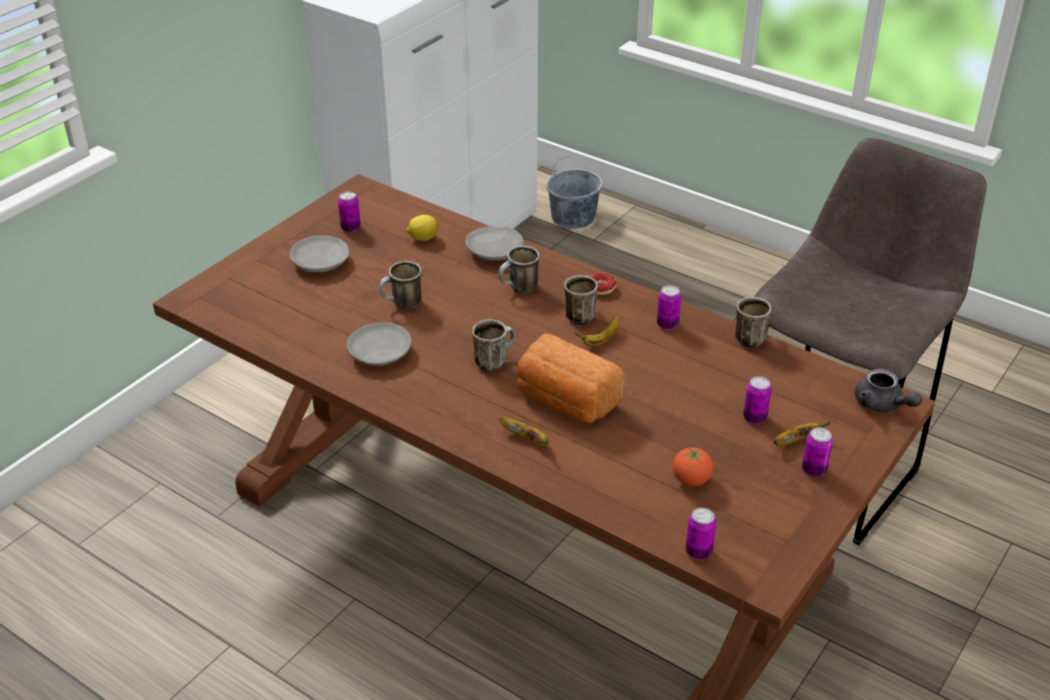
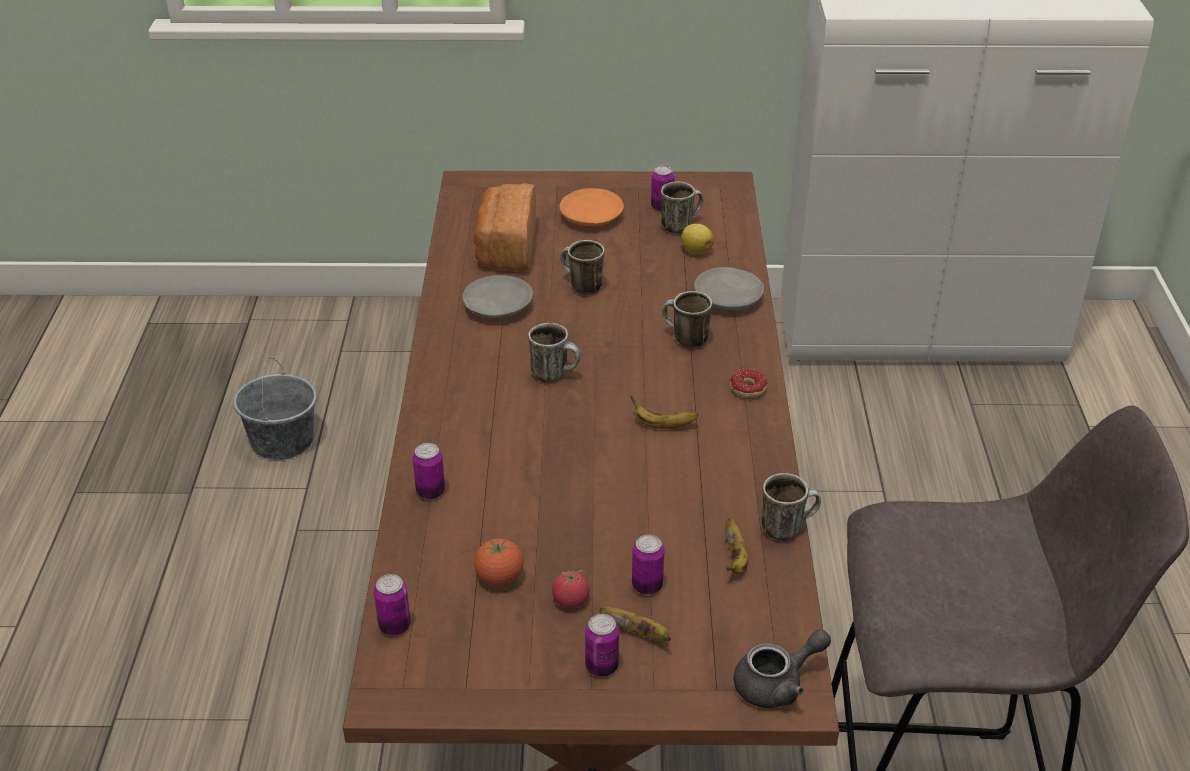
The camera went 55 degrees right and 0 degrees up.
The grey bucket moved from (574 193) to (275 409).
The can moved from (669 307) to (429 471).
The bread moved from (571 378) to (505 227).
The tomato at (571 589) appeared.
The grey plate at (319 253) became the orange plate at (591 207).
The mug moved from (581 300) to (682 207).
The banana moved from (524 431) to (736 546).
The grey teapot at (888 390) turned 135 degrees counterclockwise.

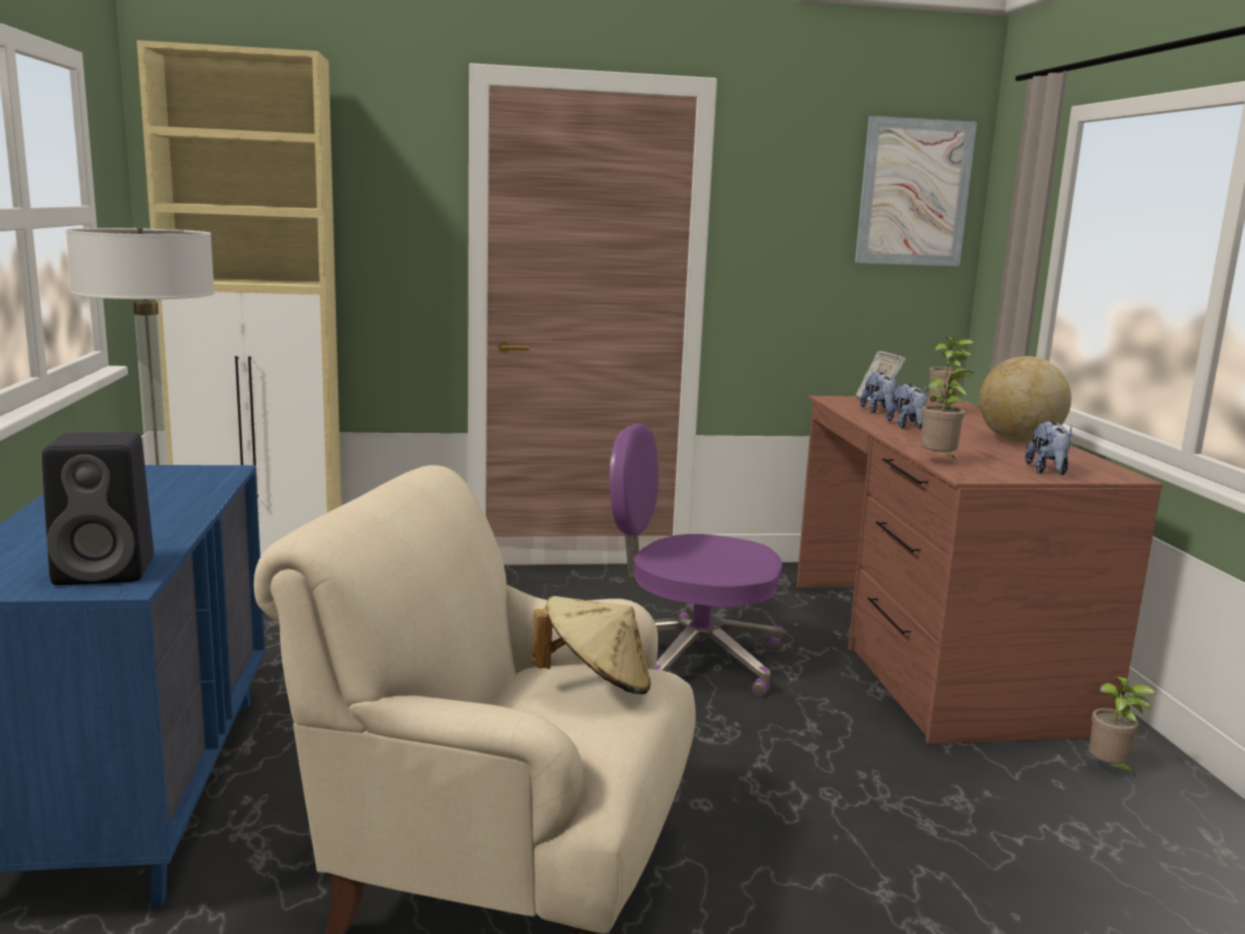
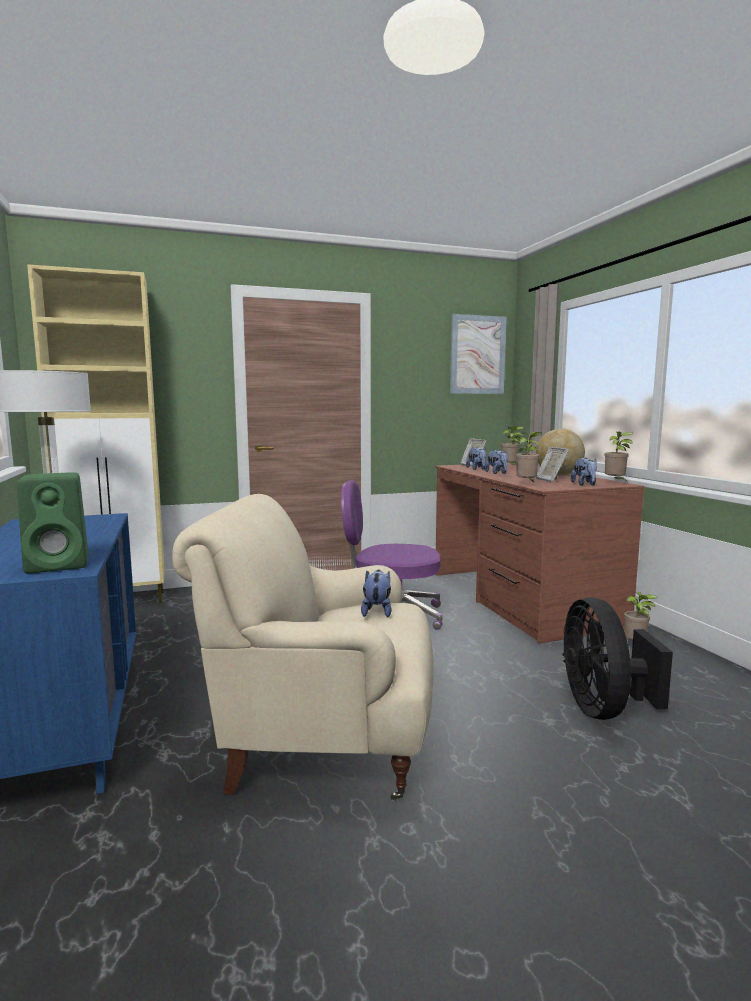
The camera went 10 degrees left and 5 degrees down.
The black speaker at (98 508) became the green speaker at (52 523).
The beige hat at (591 645) was replaced by the plush toy at (376 593).
The picture frame at (552 464) appeared.
The black fan at (617 658) appeared.
The potted plant at (619 457) appeared.

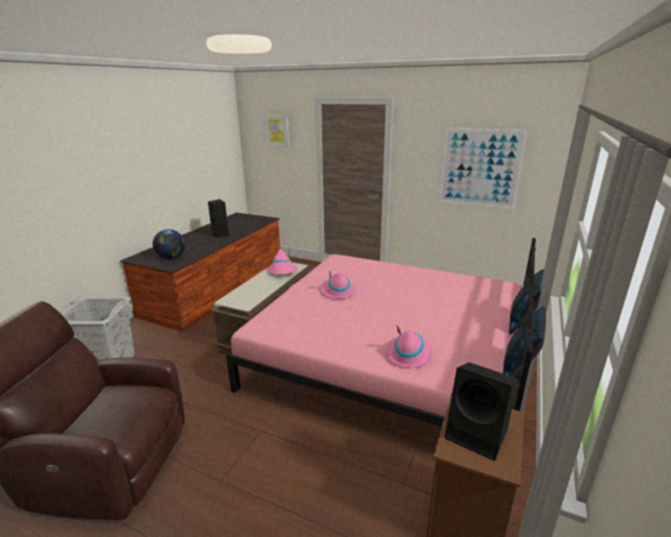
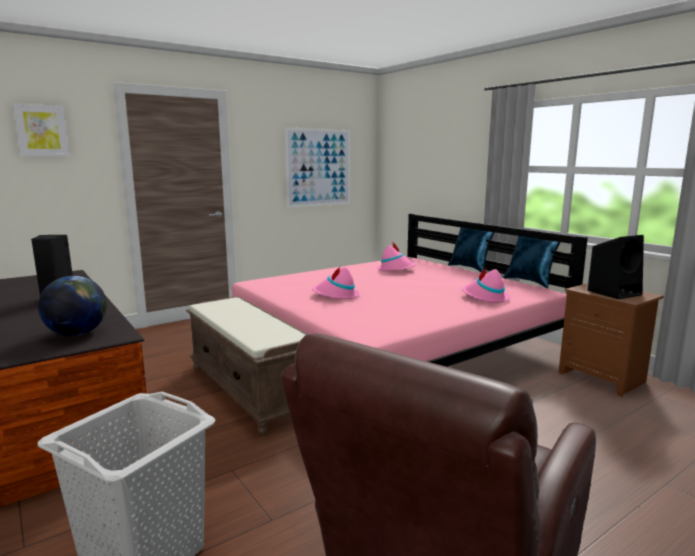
The camera went 60 degrees left and 10 degrees down.
The pink hat moved from (282 261) to (396 256).

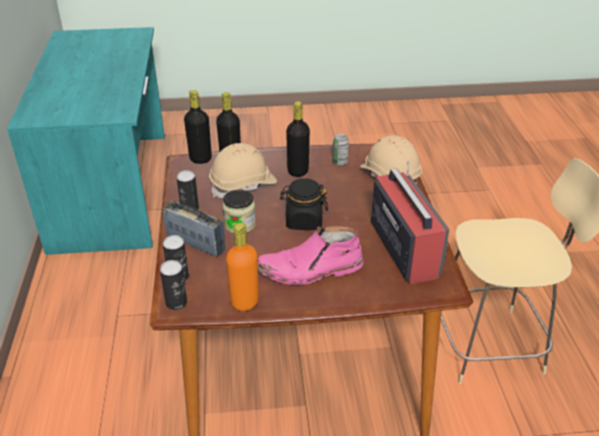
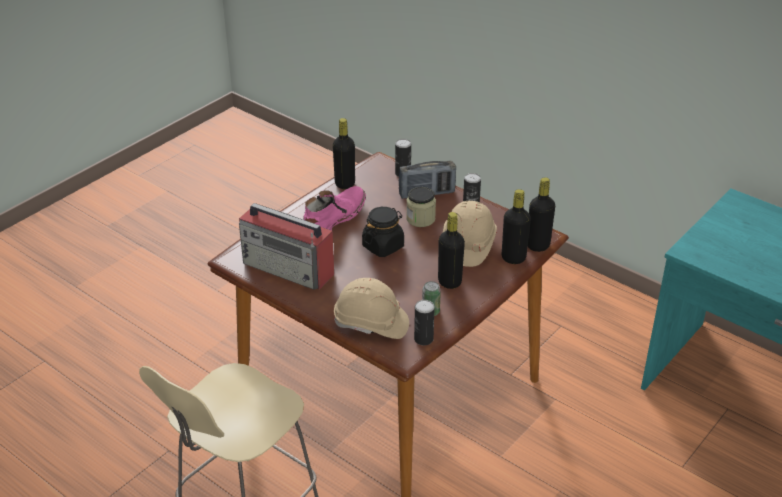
The camera went 135 degrees right and 0 degrees up.
The orange bottle at (242 267) became the black bottle at (344 153).
The can moved from (173 285) to (424 322).

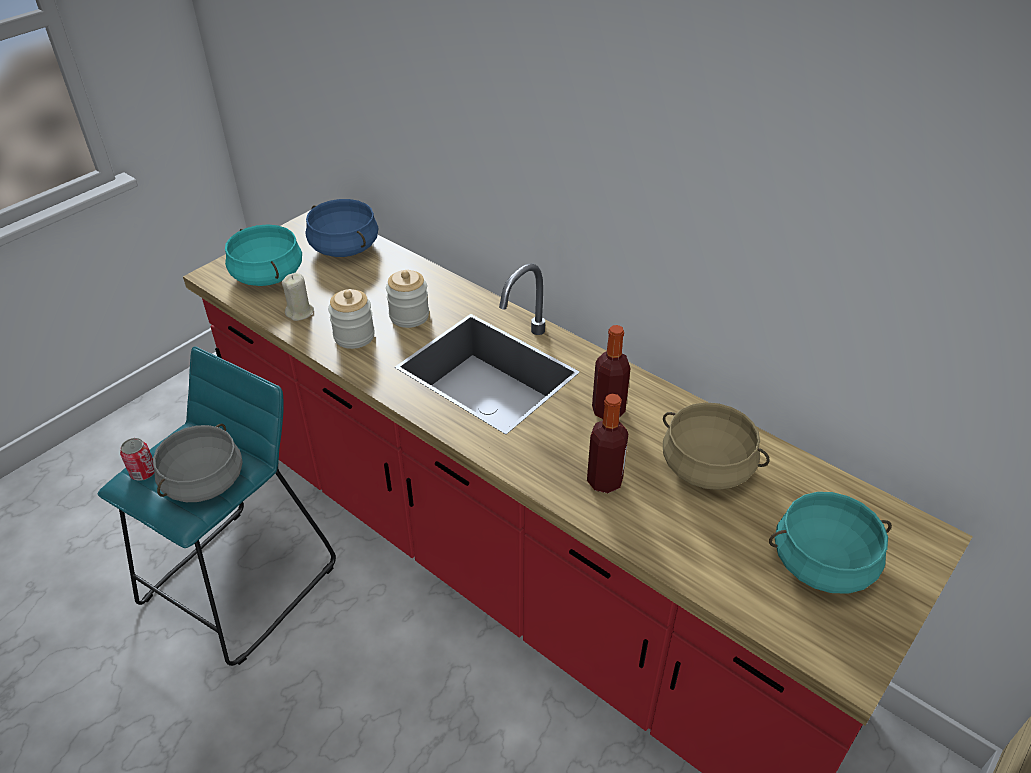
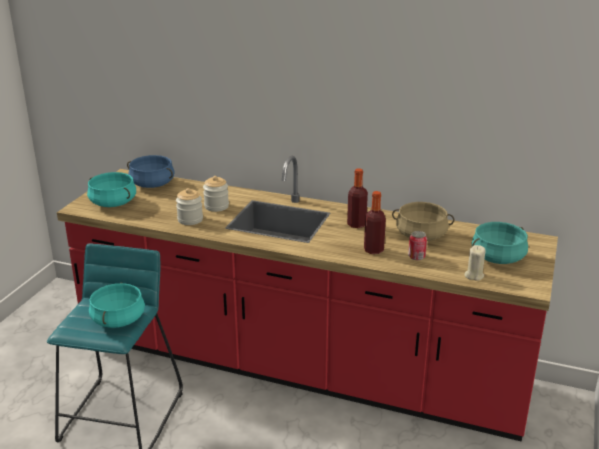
The camera went 20 degrees left and 15 degrees down.
The grey cooking pot at (198 463) became the turquoise cooking pot at (117 305).
The can moved from (137 459) to (417 245).
The beige candle moved from (298 297) to (474 263).

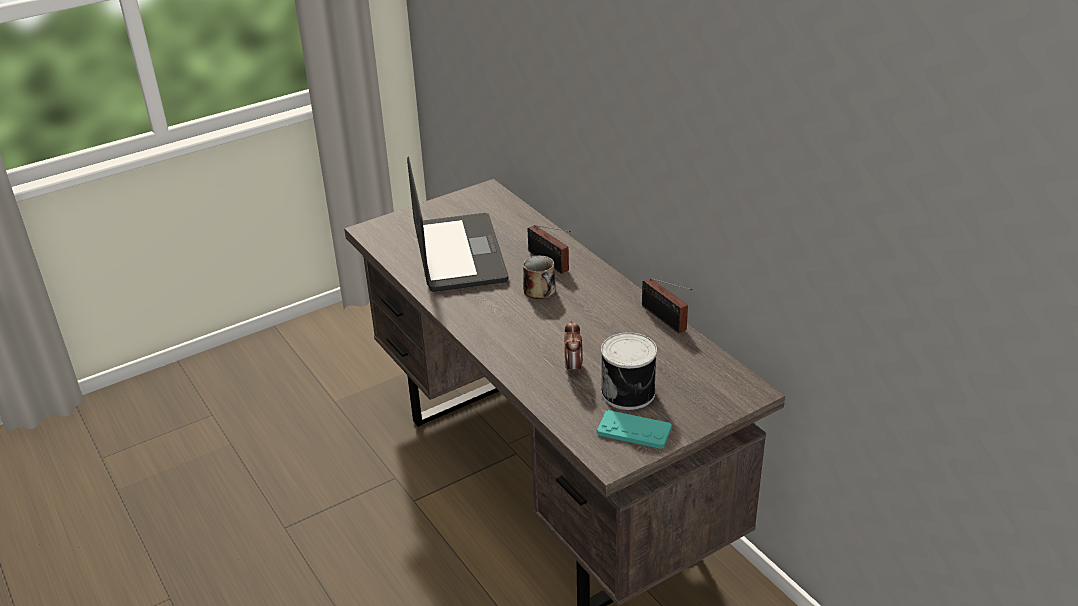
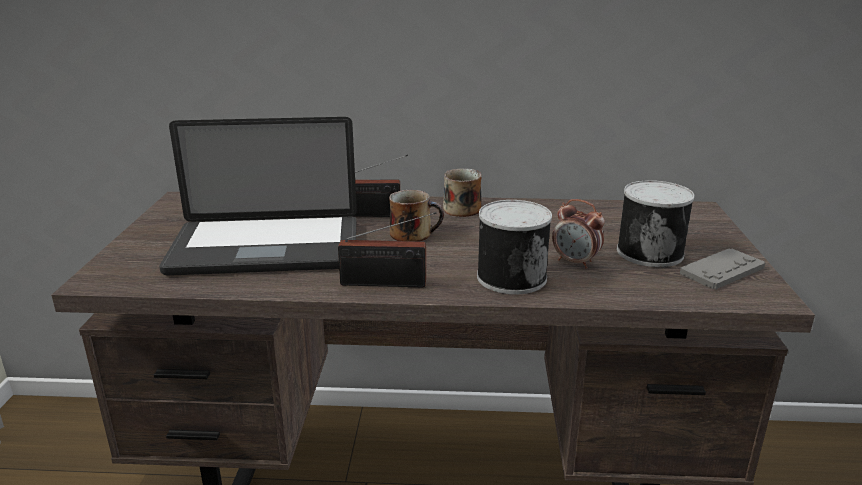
The camera went 55 degrees left and 10 degrees down.
The laptop at (457 224) turned 150 degrees clockwise.
The radio moved from (667 305) to (387 249).
The mug at (462 193) appeared.
The can at (514 247) appeared.
The turquoise game controller at (634 429) became the grey game controller at (722 269).

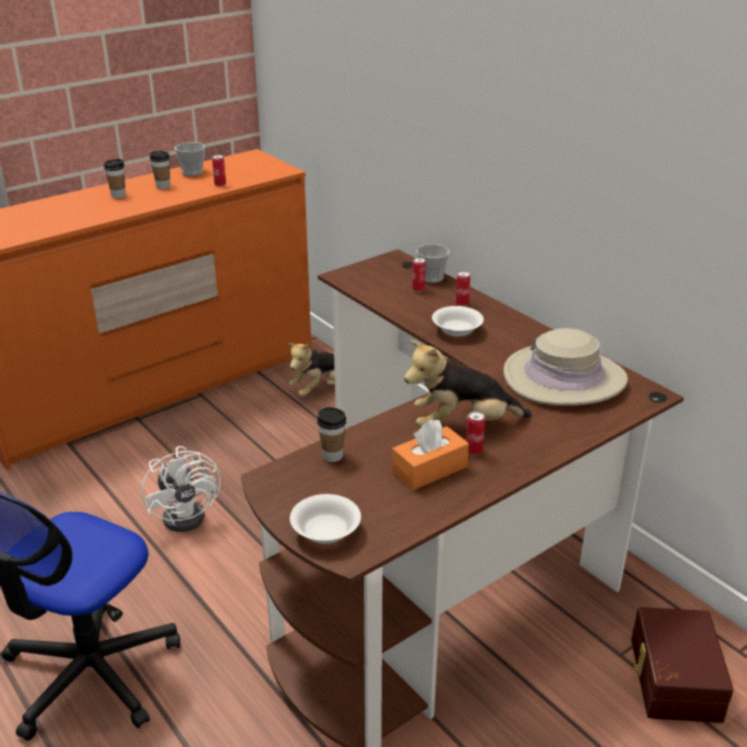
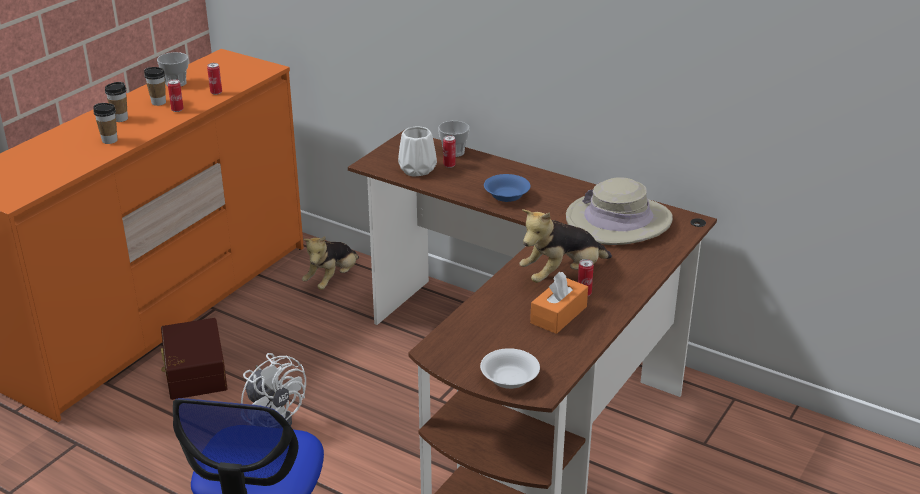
The camera went 20 degrees left and 0 degrees up.
The cup moved from (331 434) to (105 123).
The brown storage box moved from (682 665) to (194 359).
The can moved from (462 288) to (176 95).
The white vase at (417 151) appeared.
The white bowl at (458 321) became the blue bowl at (507 188).

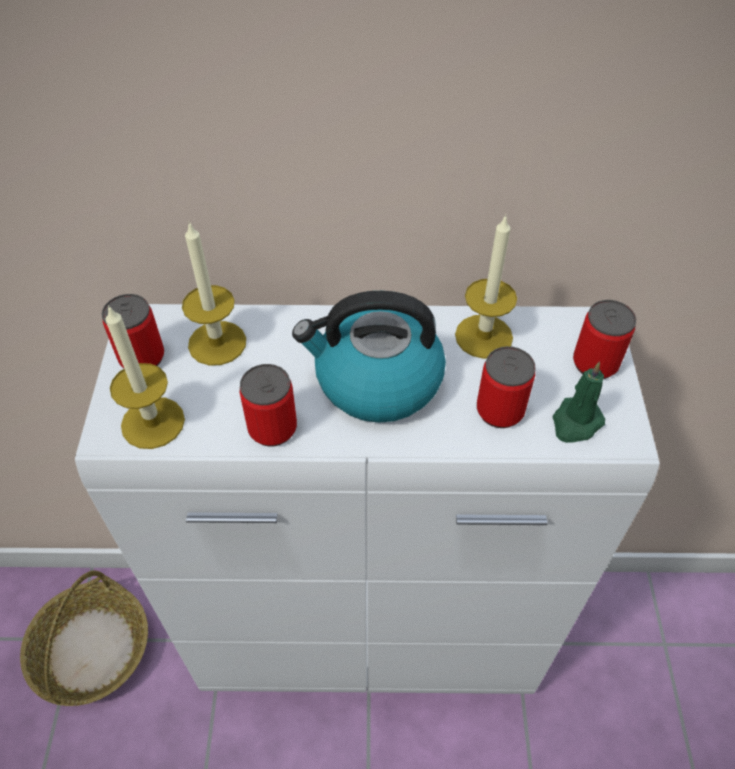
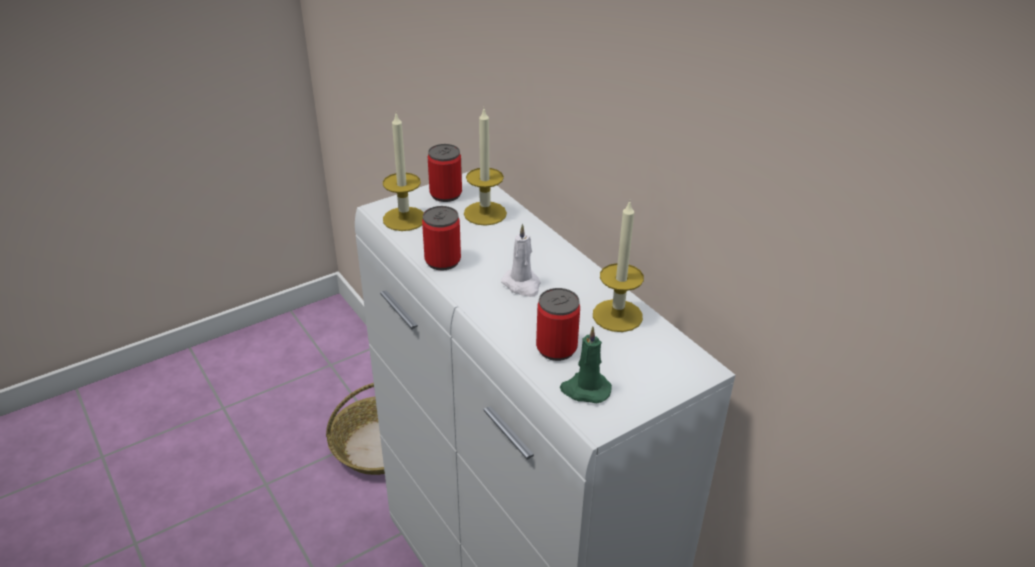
The camera went 55 degrees right and 15 degrees down.
The kettle at (369 357) was replaced by the white candle at (521 260).
The can at (604 339) disappeared.

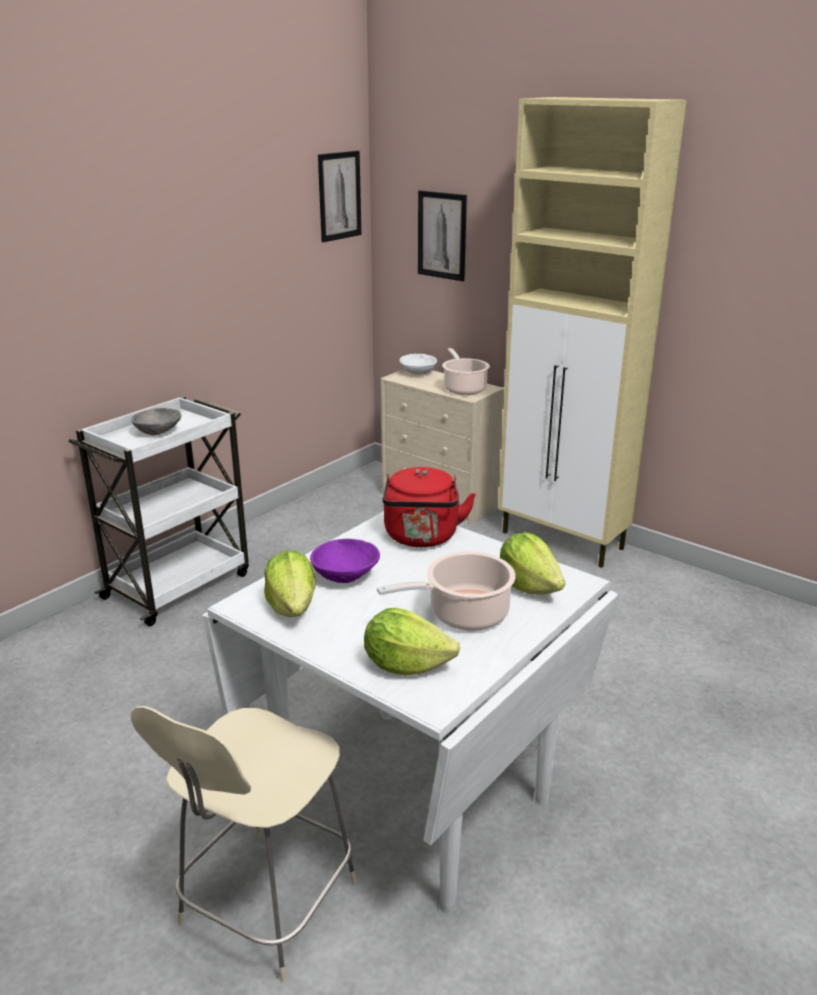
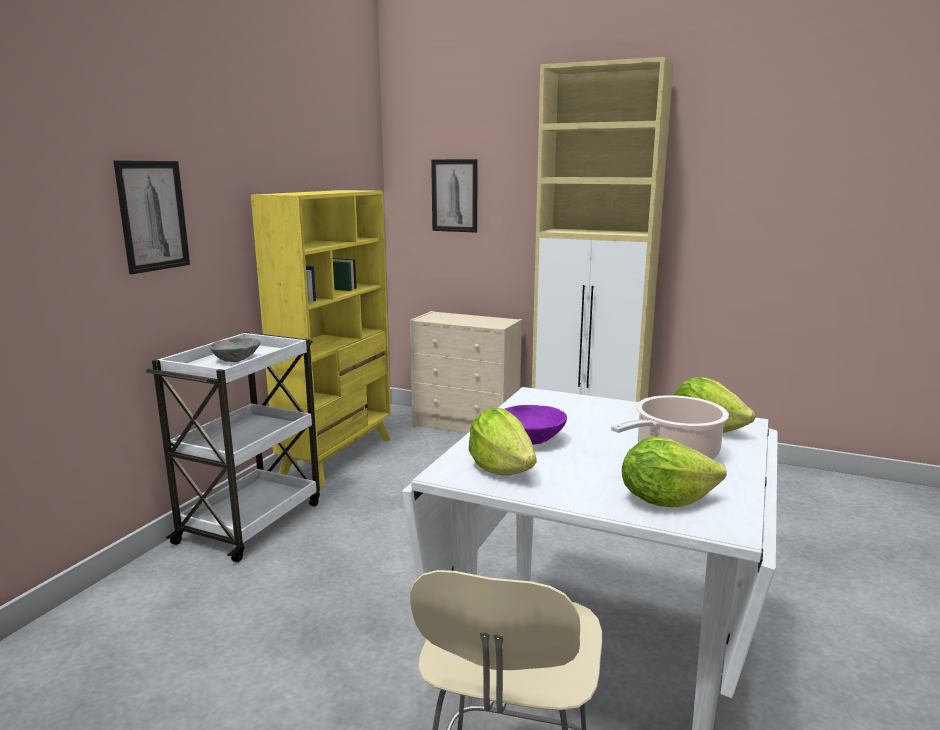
The camera went 15 degrees left and 10 degrees down.
The picture moved from (339 196) to (151 217).
The yellow bookcase at (321 338) appeared.
The red kettle at (429 507) disappeared.
The white bowl at (418 364) disappeared.
The cooking pot at (466 371) disappeared.

